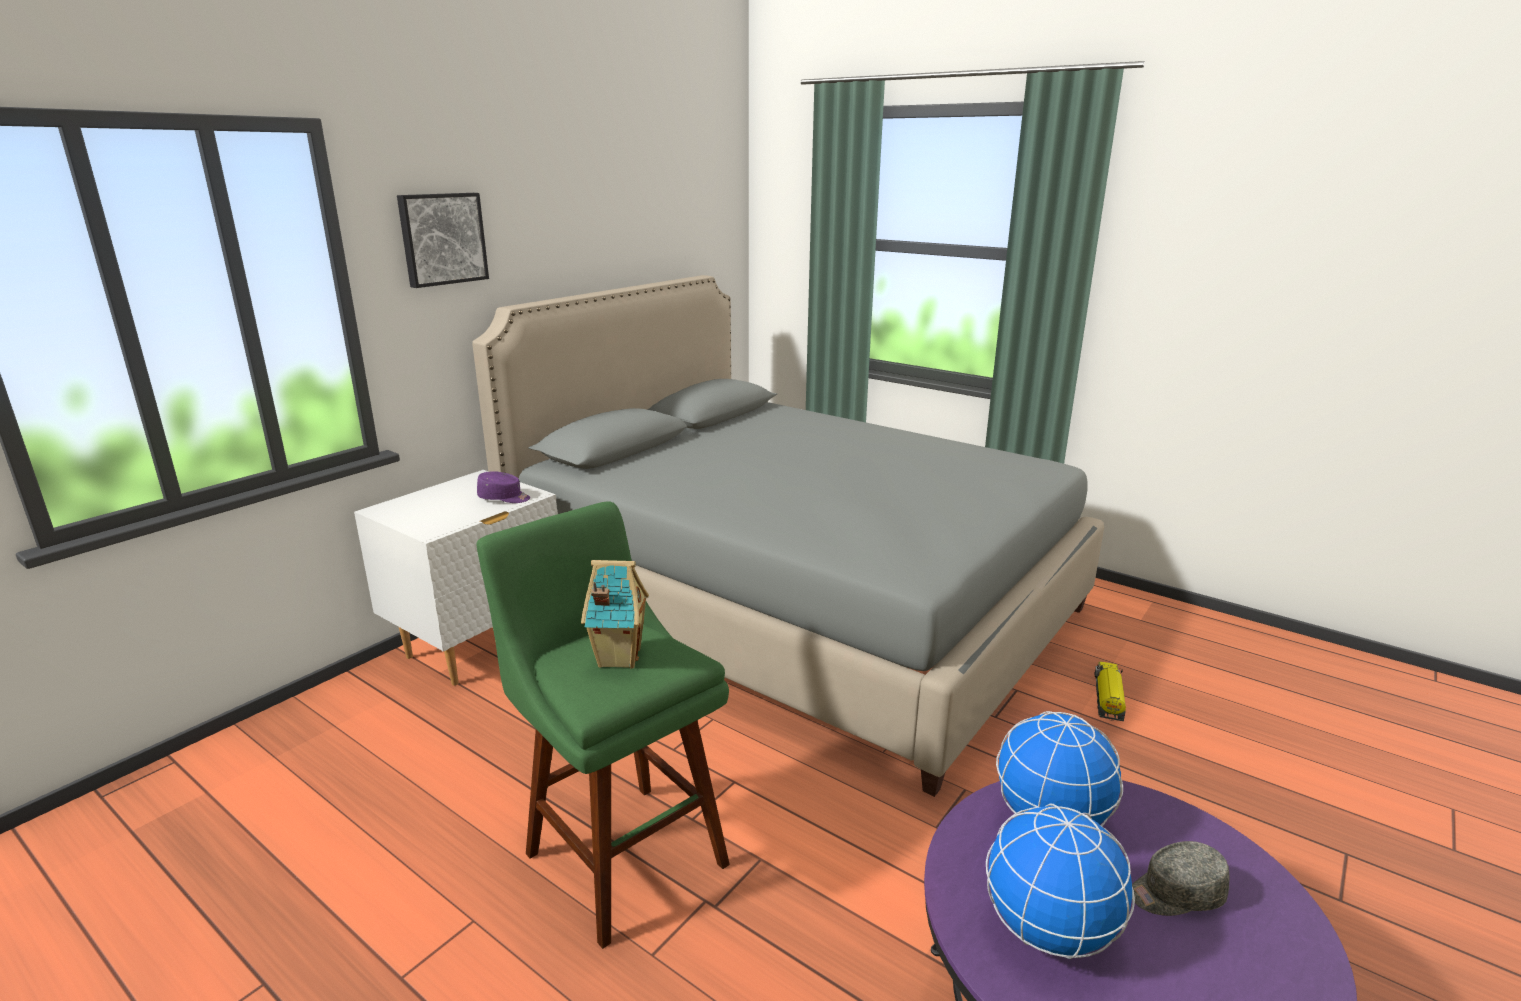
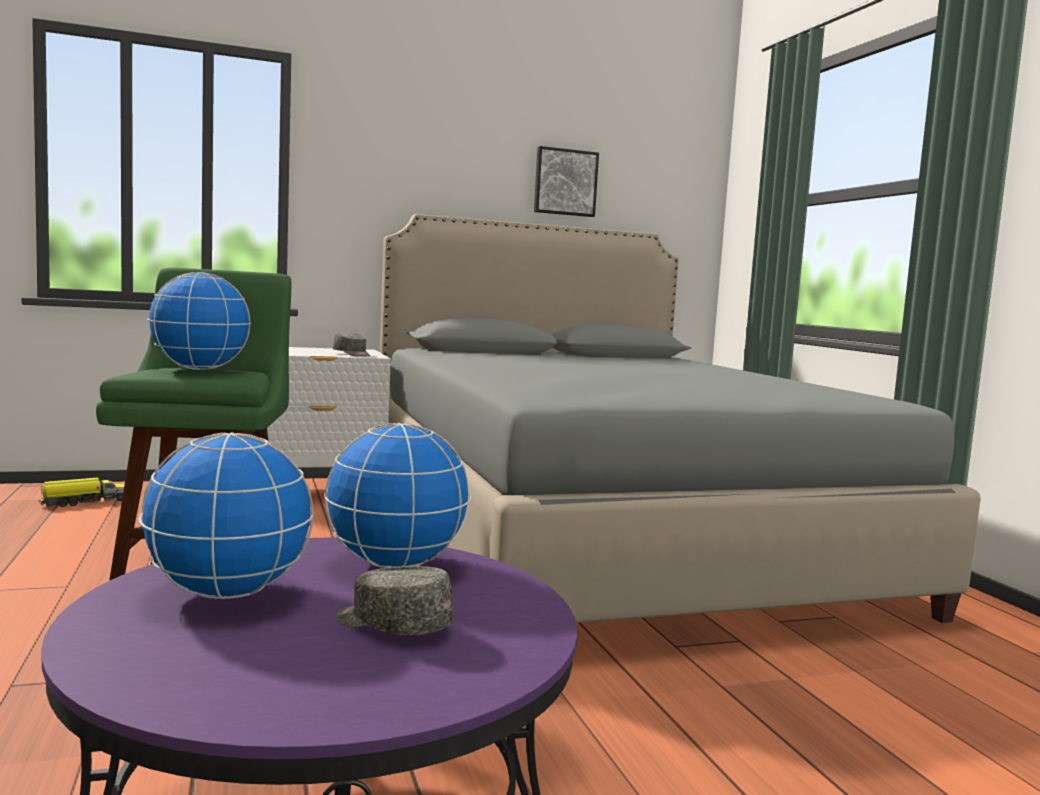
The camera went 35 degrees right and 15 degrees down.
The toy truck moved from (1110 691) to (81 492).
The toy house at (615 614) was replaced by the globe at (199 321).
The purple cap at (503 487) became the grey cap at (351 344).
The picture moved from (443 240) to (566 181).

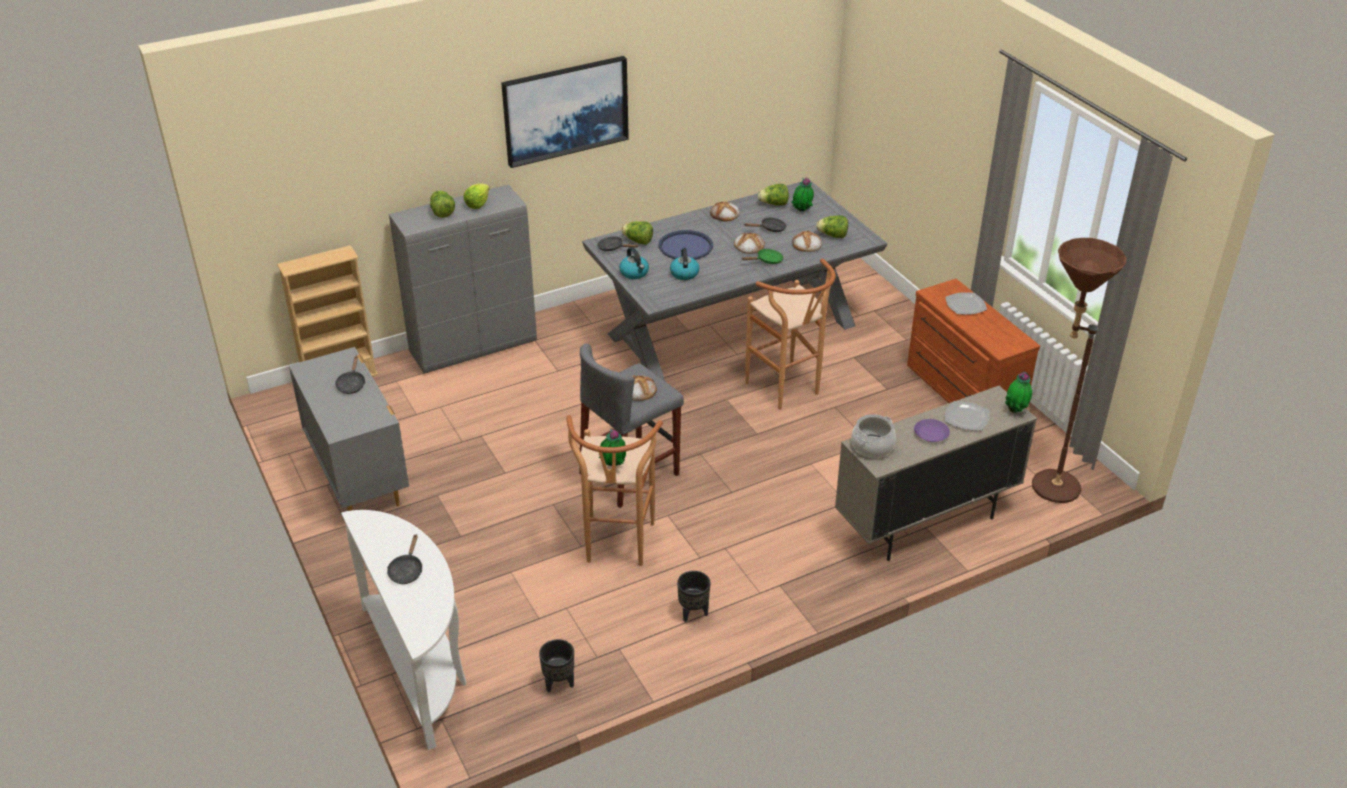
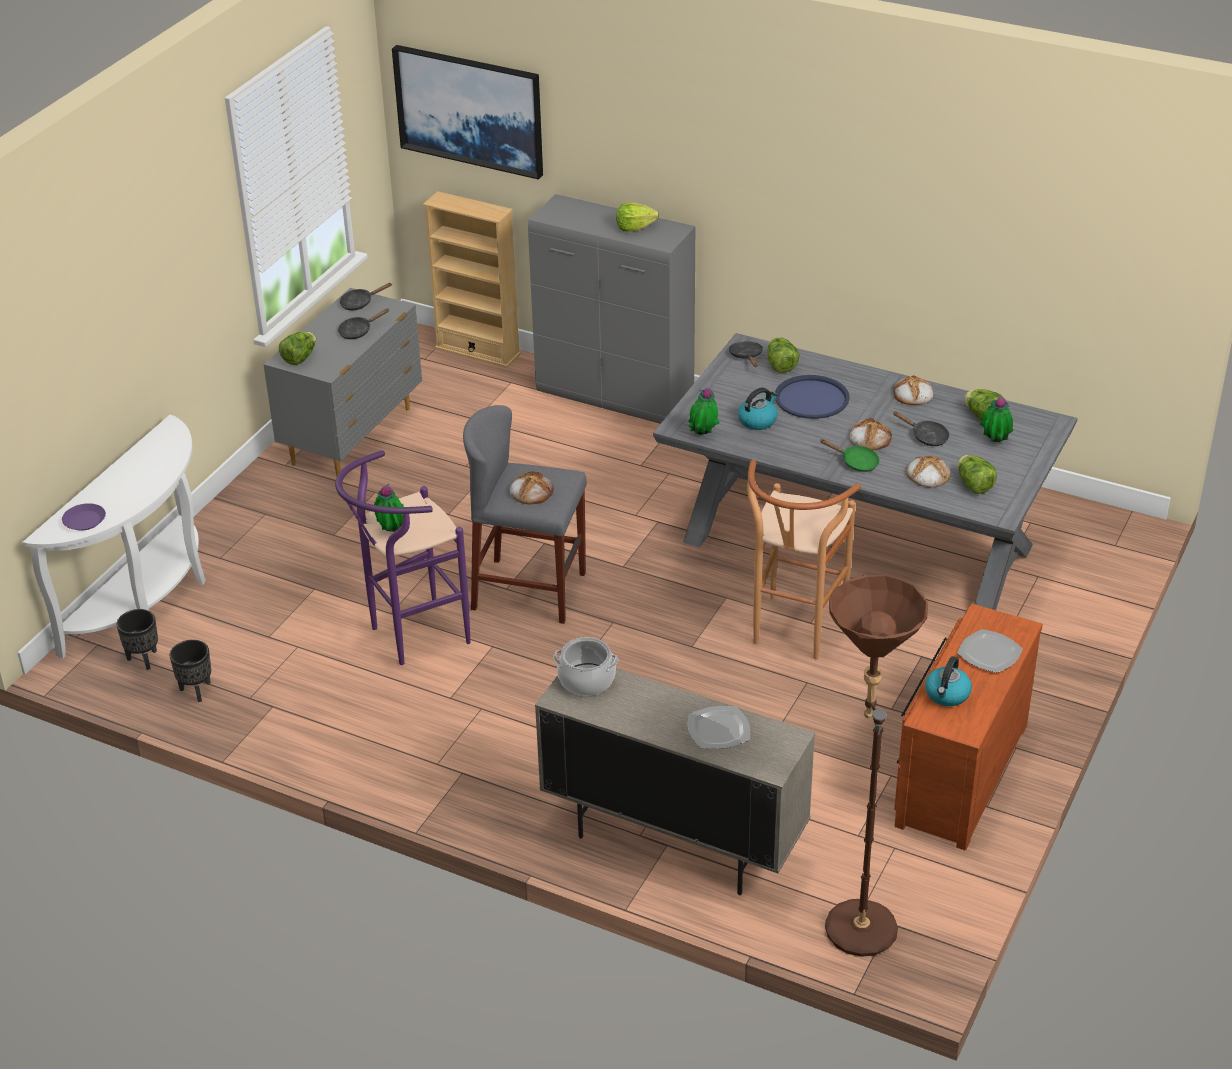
The camera went 55 degrees right and 0 degrees up.
The purple plate moved from (932 430) to (84 517).
The black planter moved from (694 596) to (137 639).
The lettuce moved from (442 204) to (297 348).
The brown stool at (614 490) became the purple stool at (402 557).
The black frying pan moved from (404 559) to (365 296).
The picture moved from (565 112) to (467 112).
The potted plant moved from (1018 392) to (704 411).
The kettle moved from (634 263) to (948 681).

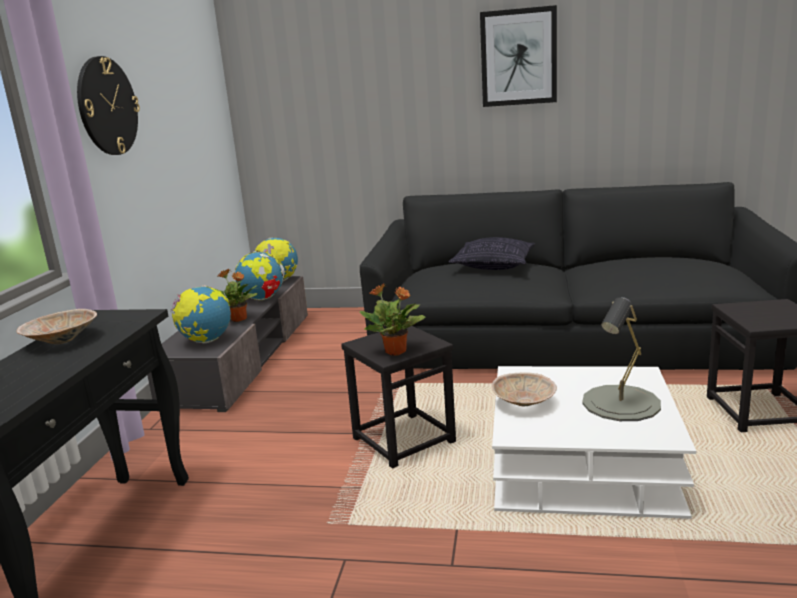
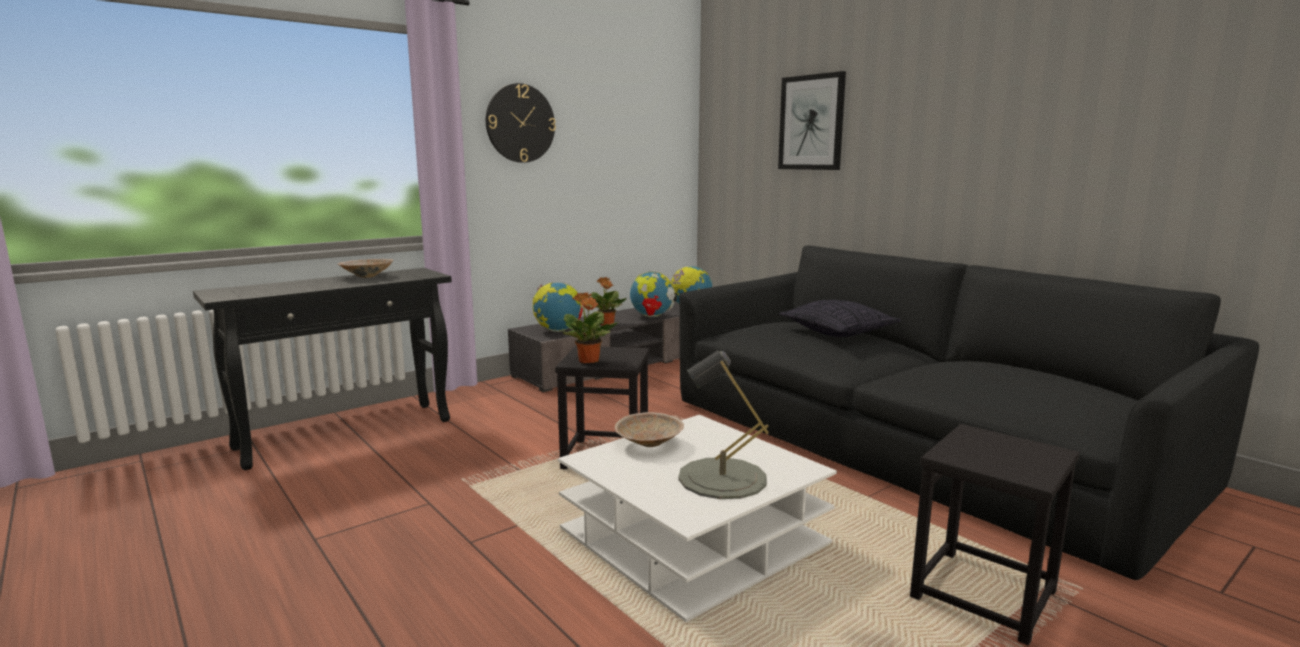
The camera went 40 degrees right and 5 degrees down.
The picture moved from (518 56) to (812 120).

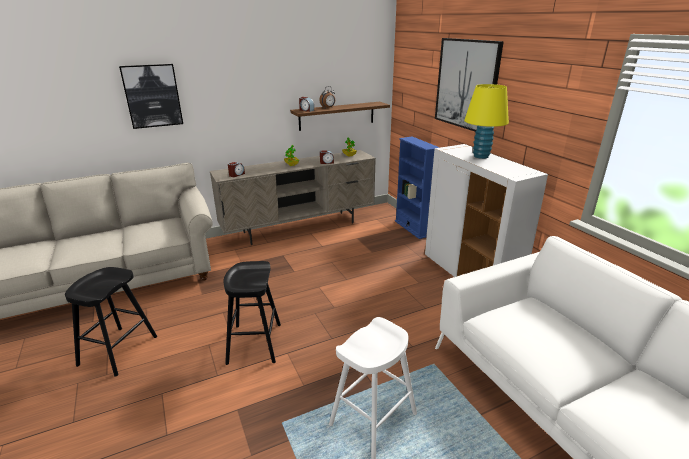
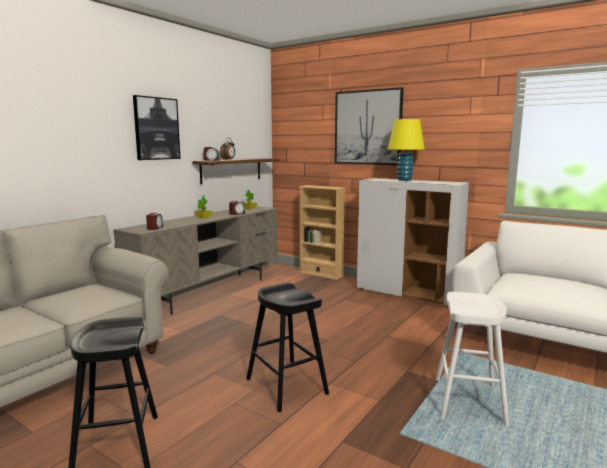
The camera went 30 degrees left and 15 degrees down.
The picture moved from (151 96) to (156 127).
The blue bookcase at (417 188) became the beige bookcase at (322 232).

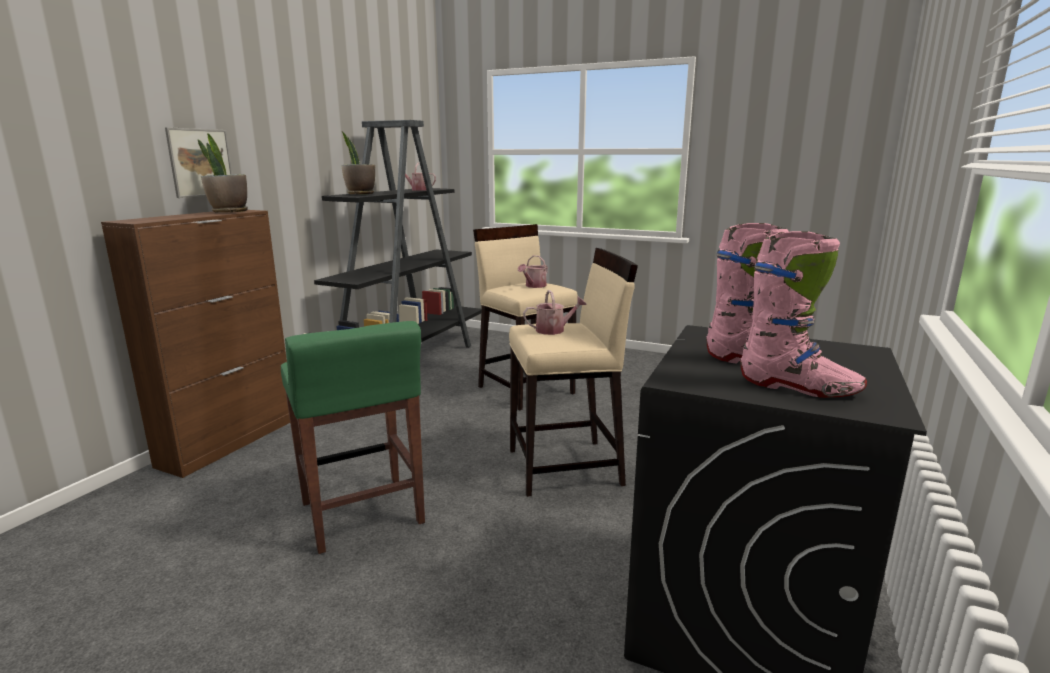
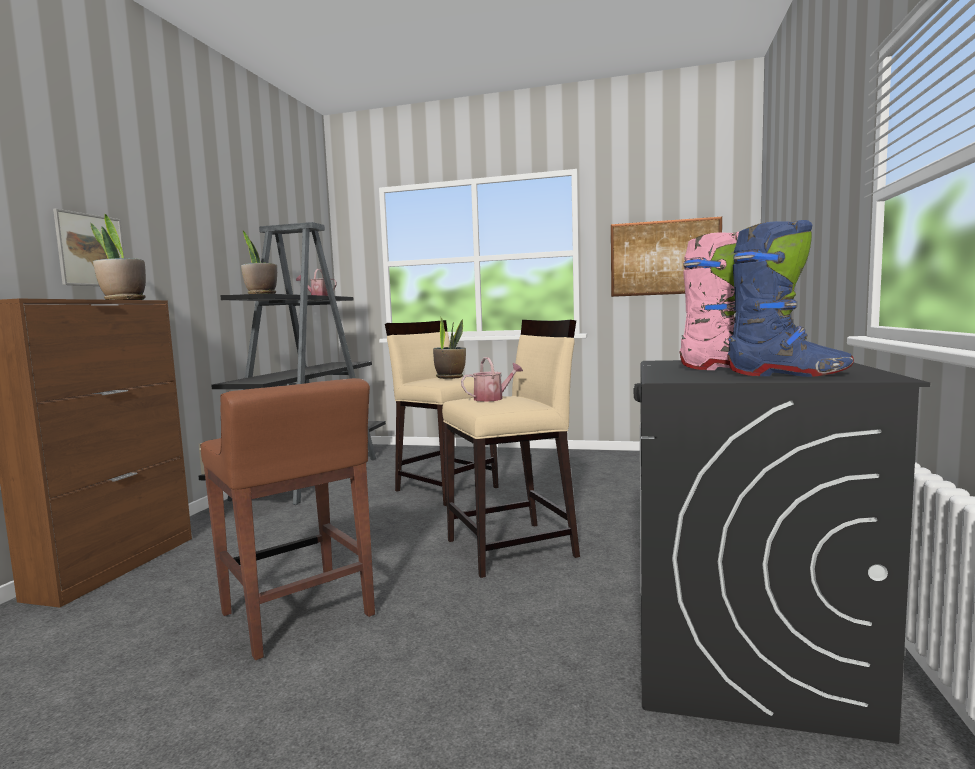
The camera went 10 degrees left and 10 degrees down.
The green stool at (353 437) became the brown stool at (287 519).
The watering can at (533 271) was replaced by the potted plant at (449 347).
The picture at (666 257) appeared.
The pink boot at (803 314) became the blue boot at (790 298).

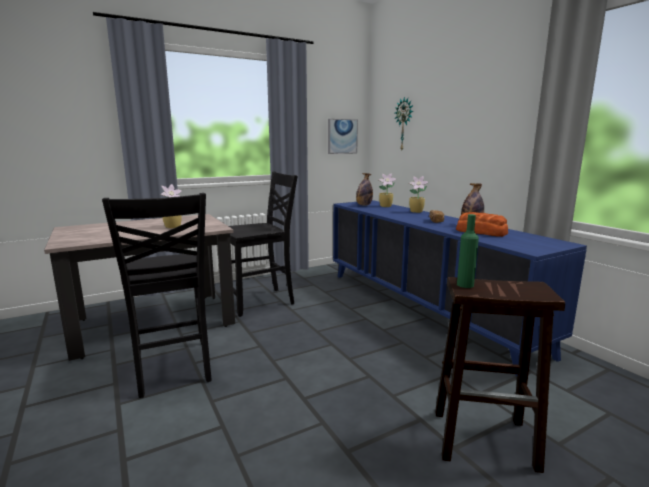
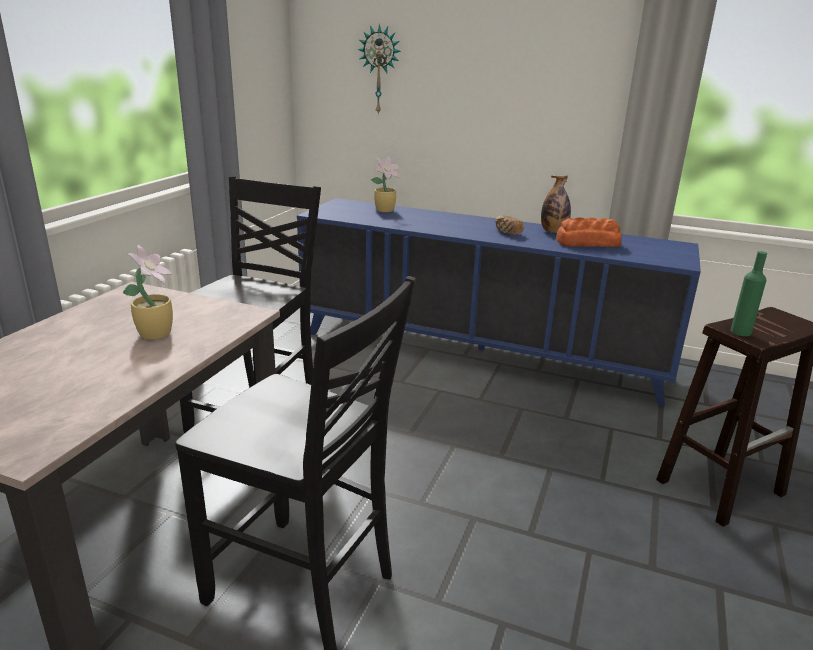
The camera went 40 degrees left and 10 degrees up.
The picture at (343 136) disappeared.
The bottle at (364 189) disappeared.
The potted plant at (419 194) disappeared.

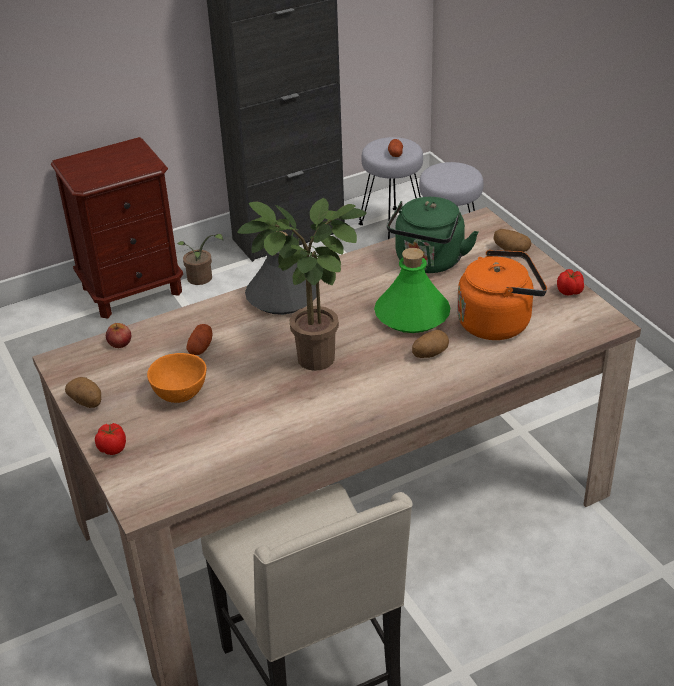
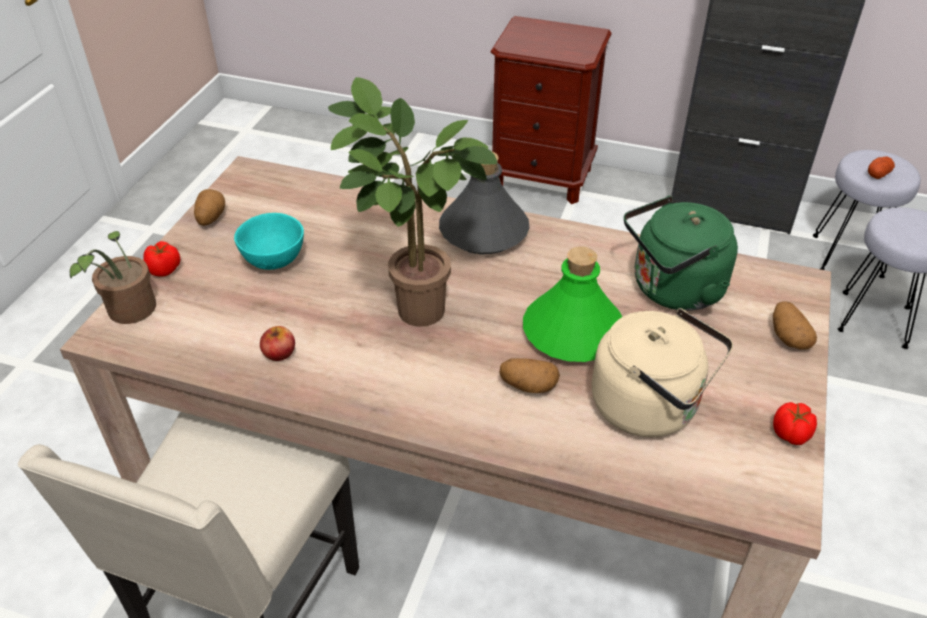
The camera went 45 degrees right and 5 degrees up.
The potted plant moved from (200 259) to (113 277).
The orange bowl at (176 378) became the turquoise bowl at (269 241).
The apple moved from (118 335) to (277 343).
The orange kettle at (502 295) became the beige kettle at (662 372).
The potato at (199 339) disappeared.

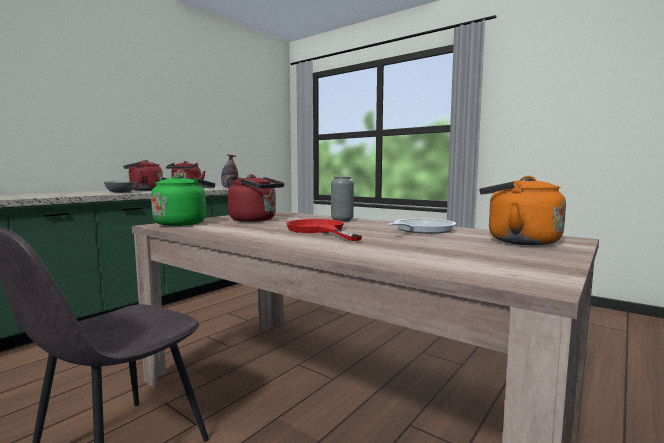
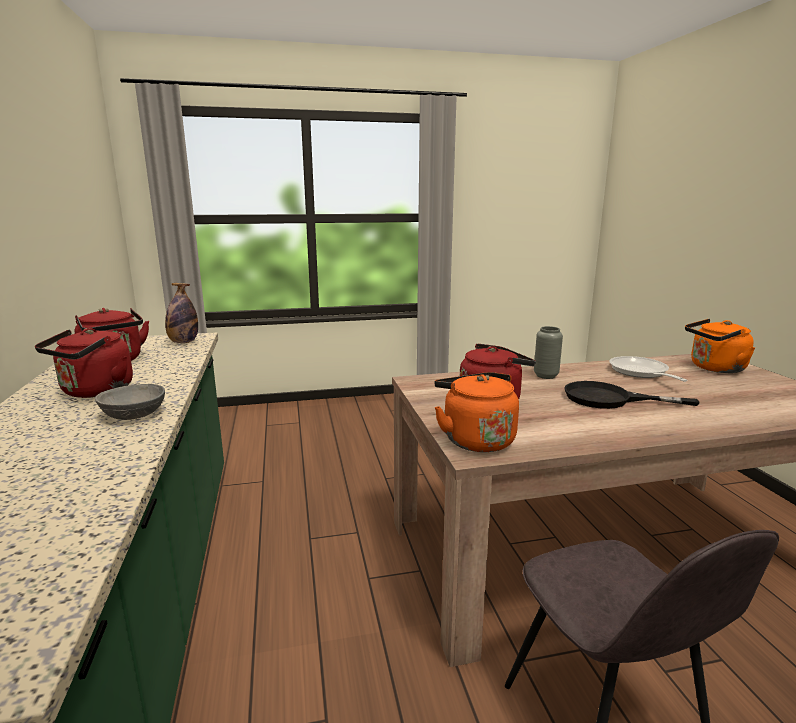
The camera went 50 degrees left and 10 degrees up.
The green kettle at (183 200) became the orange kettle at (476 412).
The red frying pan at (324 230) became the black frying pan at (632 395).

